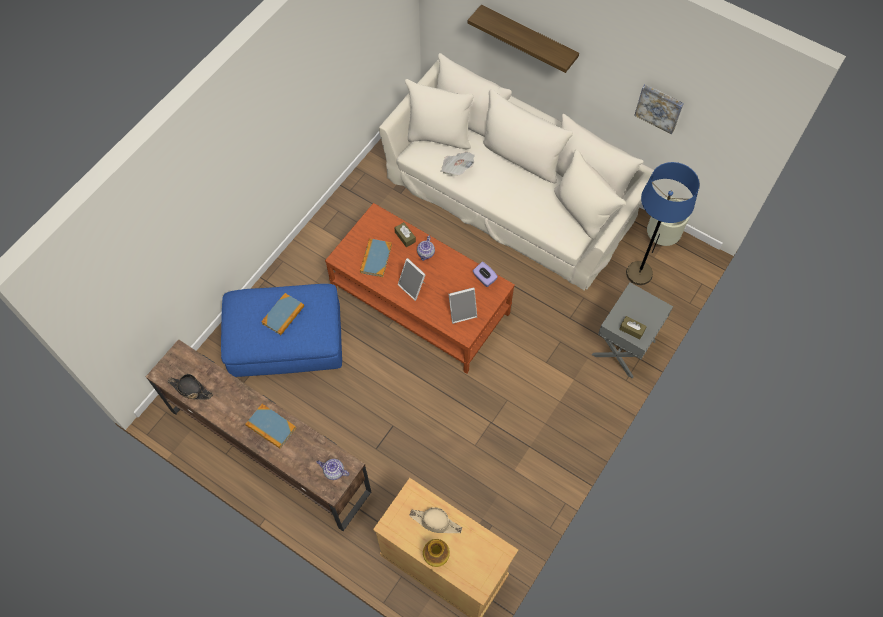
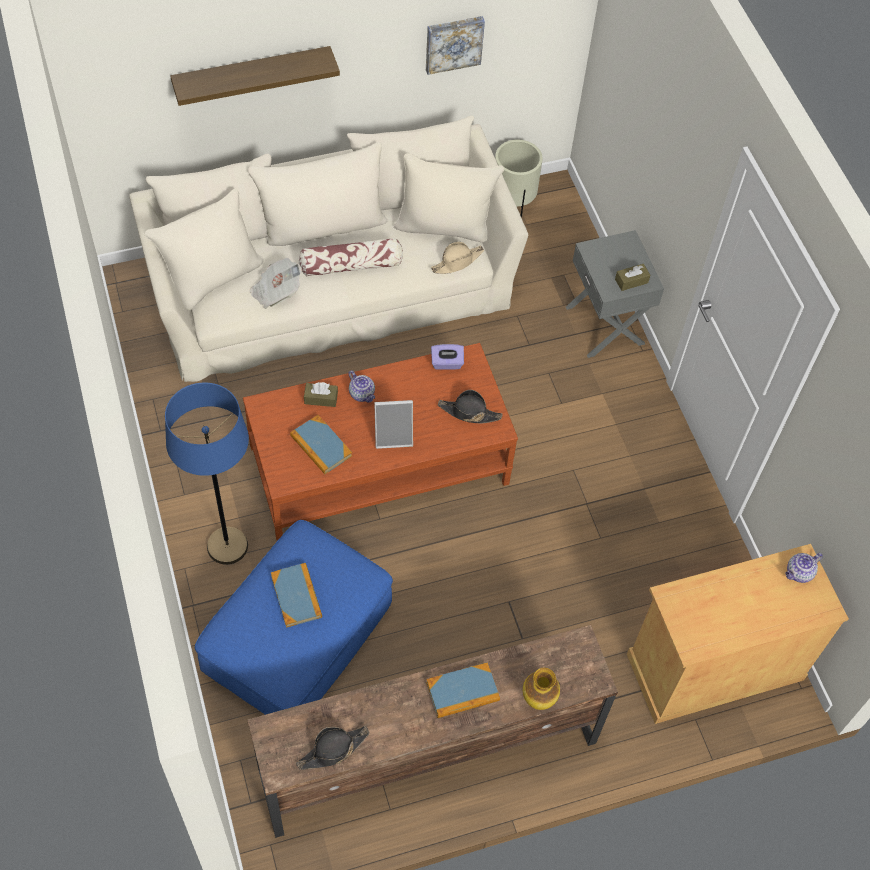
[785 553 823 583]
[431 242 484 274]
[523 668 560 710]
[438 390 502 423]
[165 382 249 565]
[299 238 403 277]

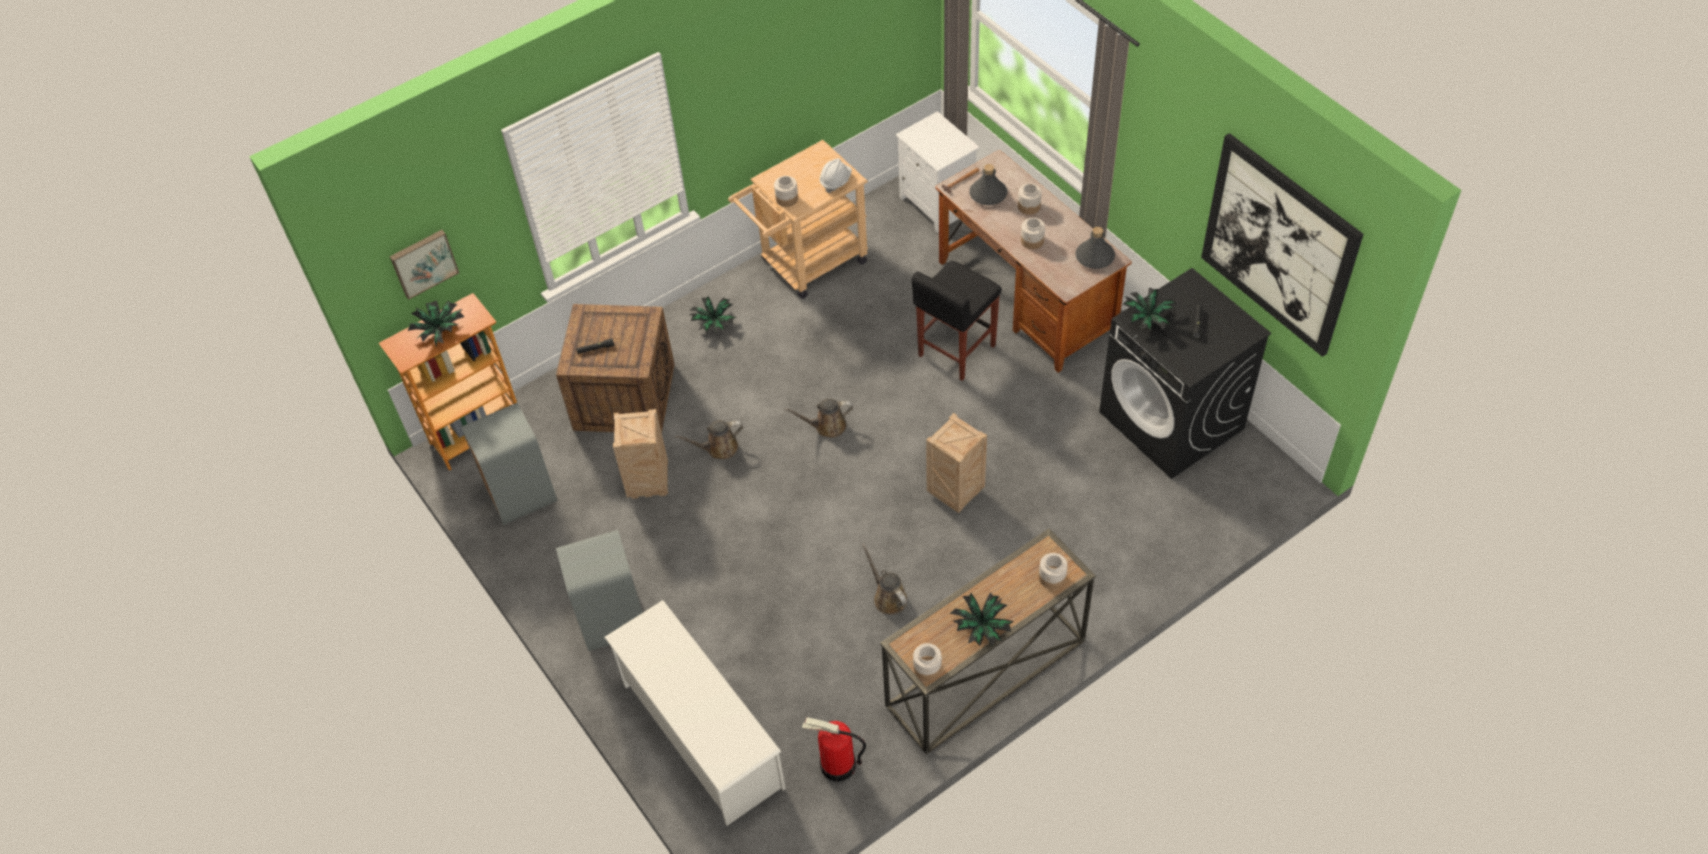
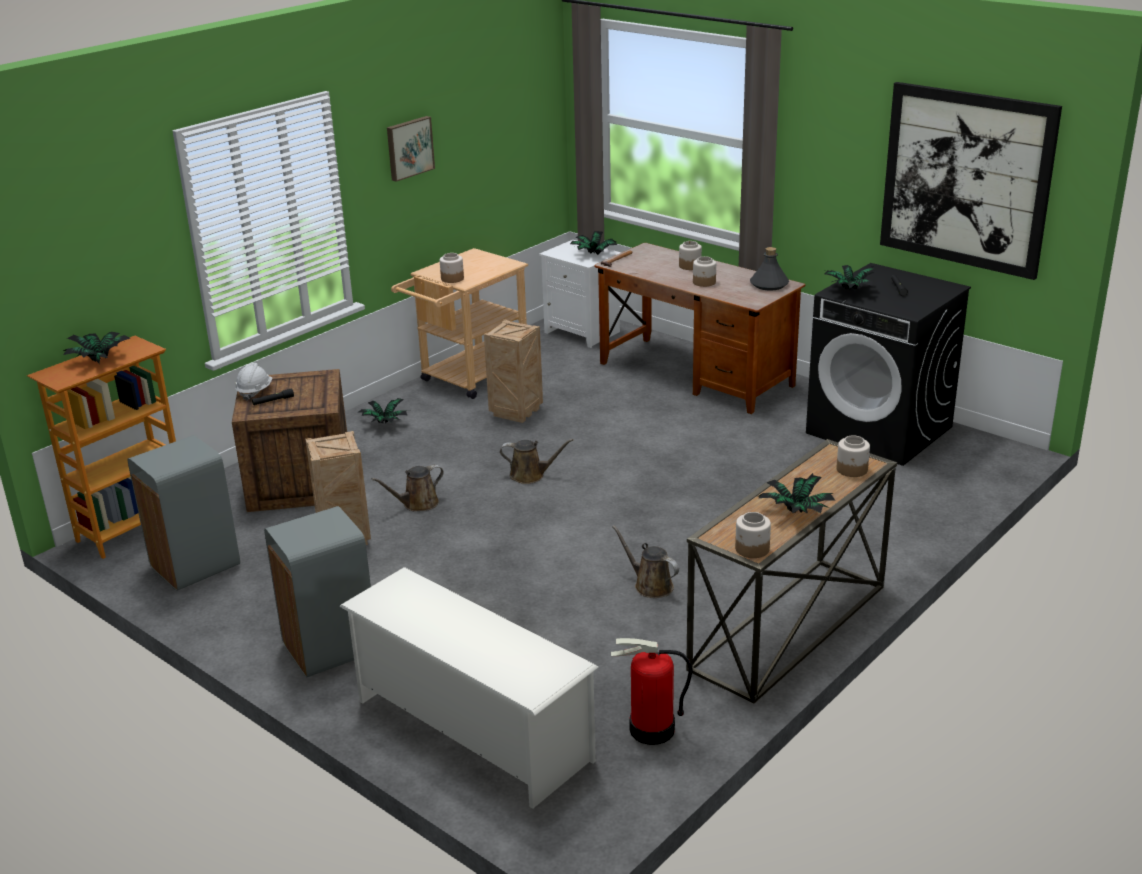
[387 116 435 182]
[500 439 573 484]
[235 363 272 400]
[912 261 1002 381] (first image)
[484 320 543 423]
[969 164 1007 205] (first image)
[570 231 617 255]

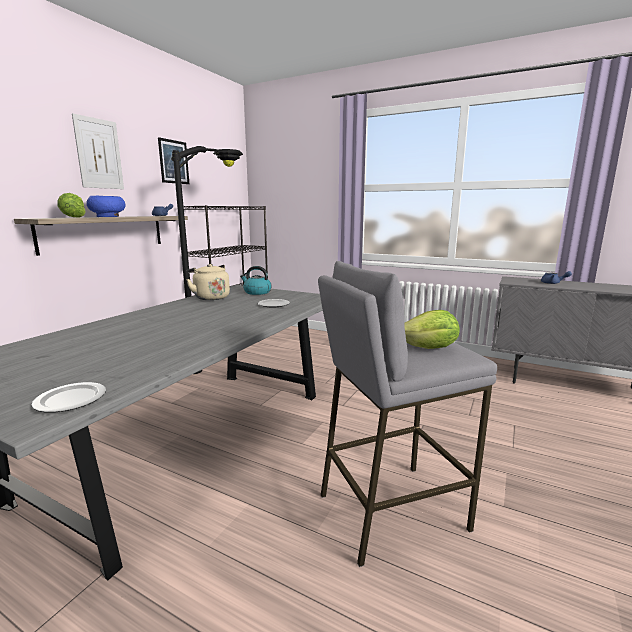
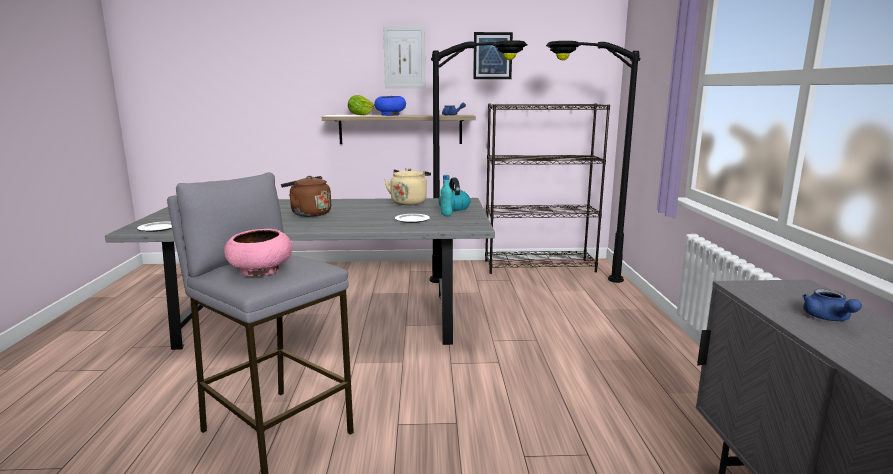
[224 229 292 277]
[281 176 331 217]
[440 175 452 217]
[546 41 640 283]

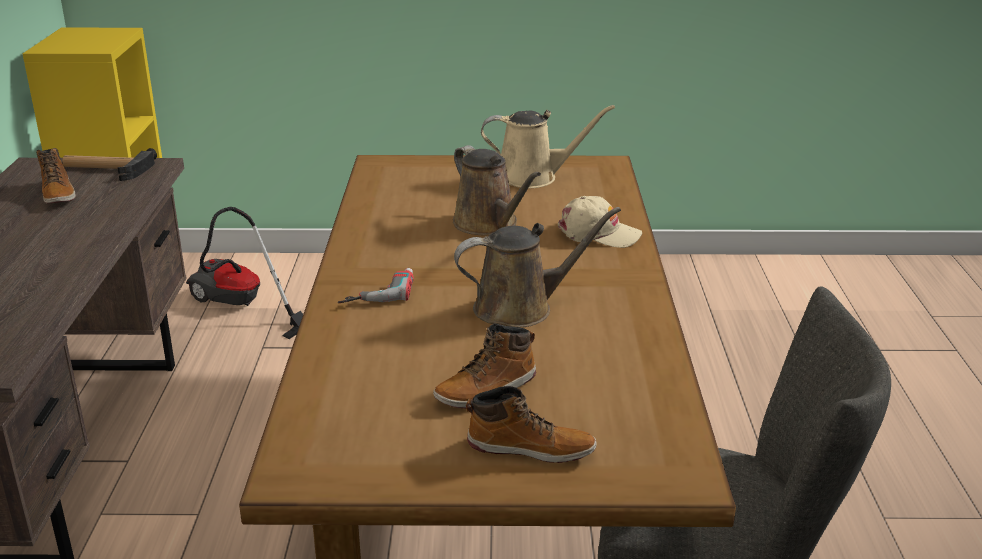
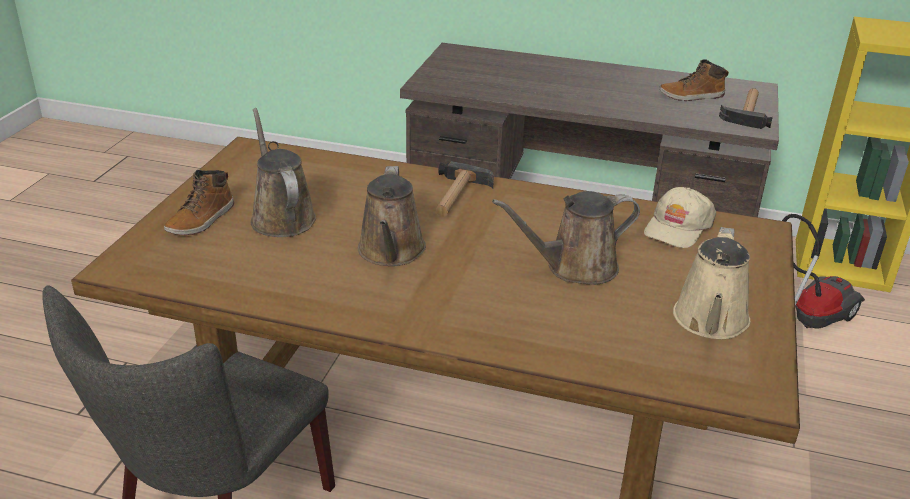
[436 161 494 217]
[251 108 316 237]
[644 187 716 248]

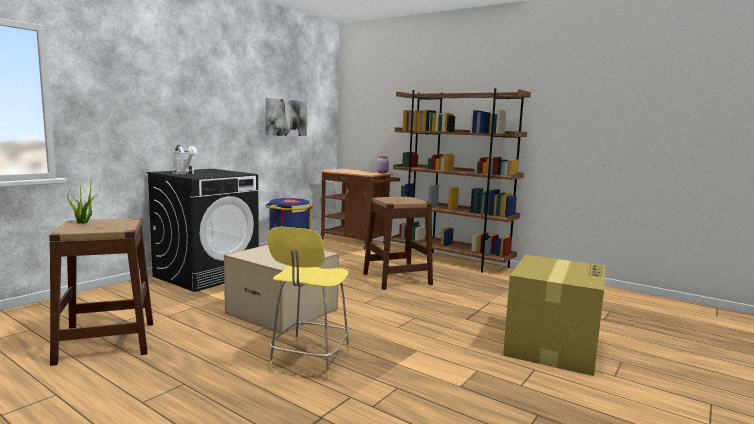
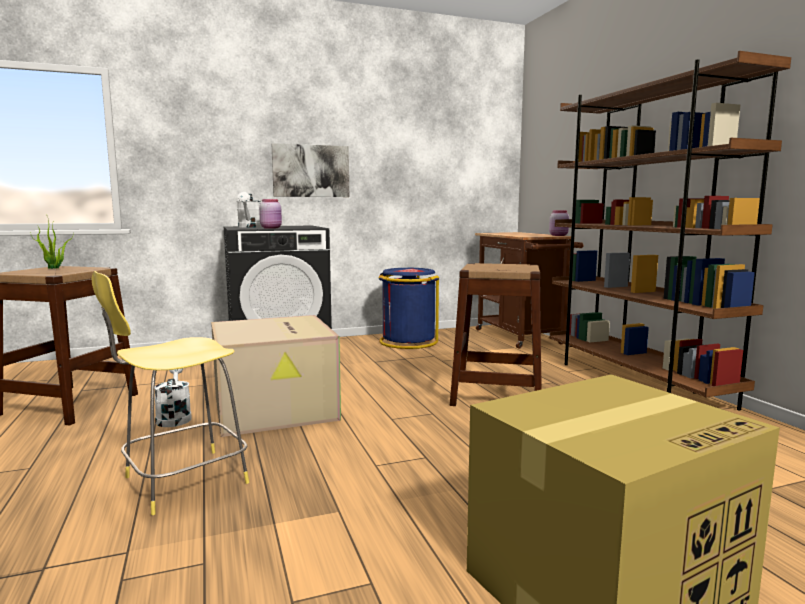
[272 143 349 197]
[155 368 192 427]
[259 199 282 229]

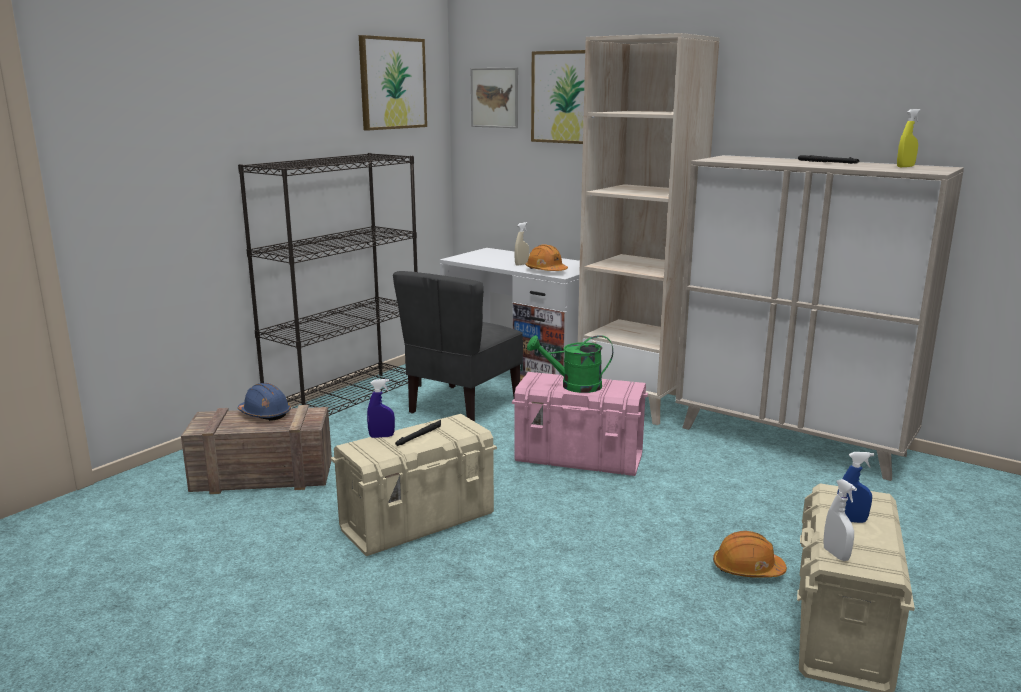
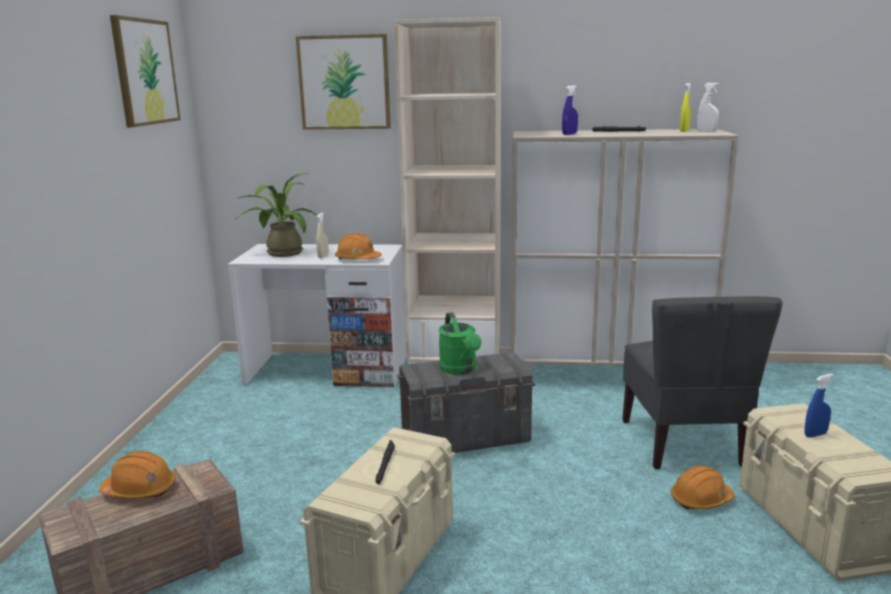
[238 153 422 416] (first image)
[99 451 176 499]
[562 85 578 135]
[622 296 783 470]
[471 67 518 128] (first image)
[397 352 535 453]
[438 312 481 375]
[697 83 719 132]
[234 173 325 257]

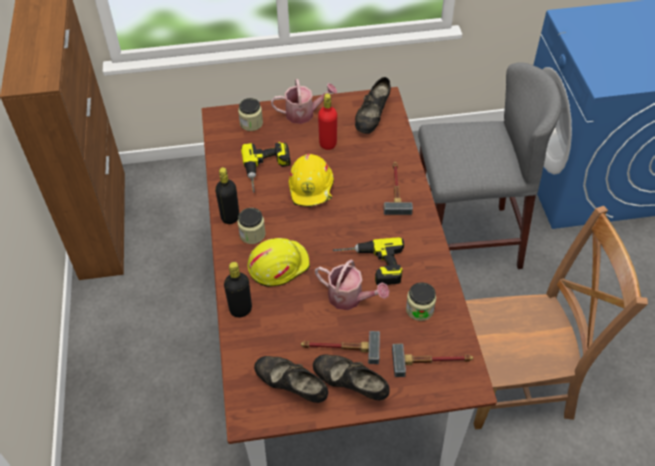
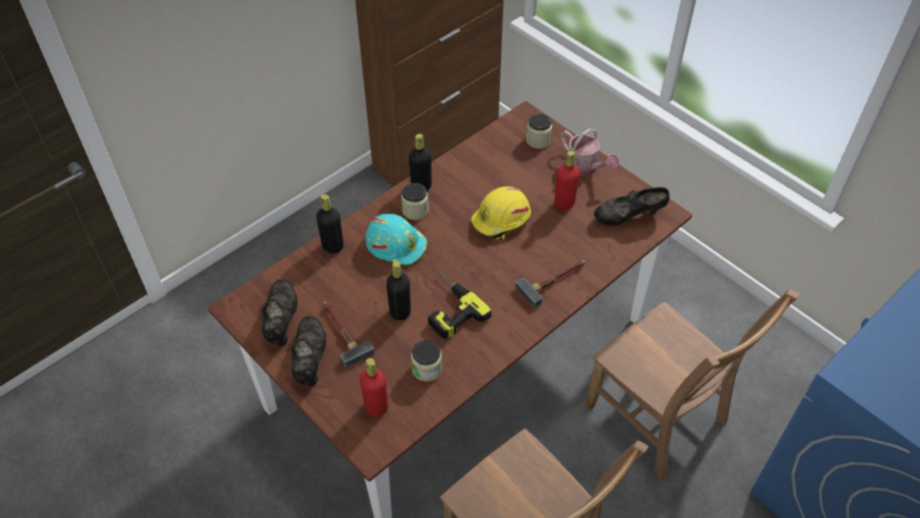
[241 142 291 193] (first image)
[365 214 427 267]
[386 261 411 320]
[360 358 388 417]
[585 289 800 480]

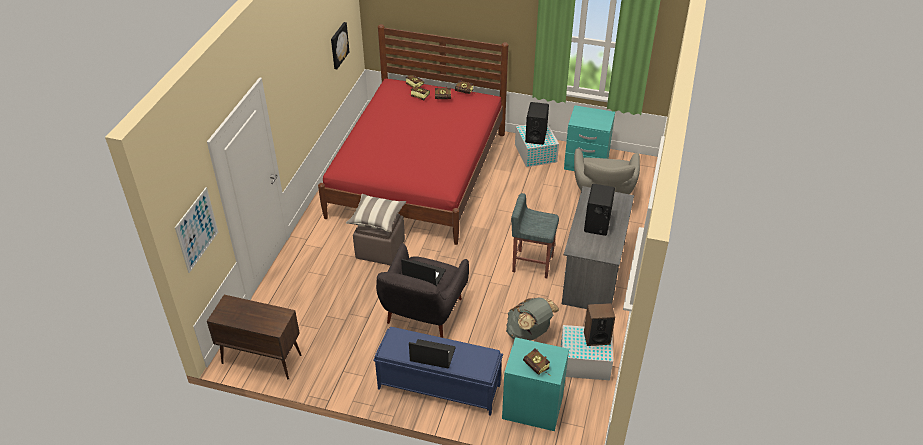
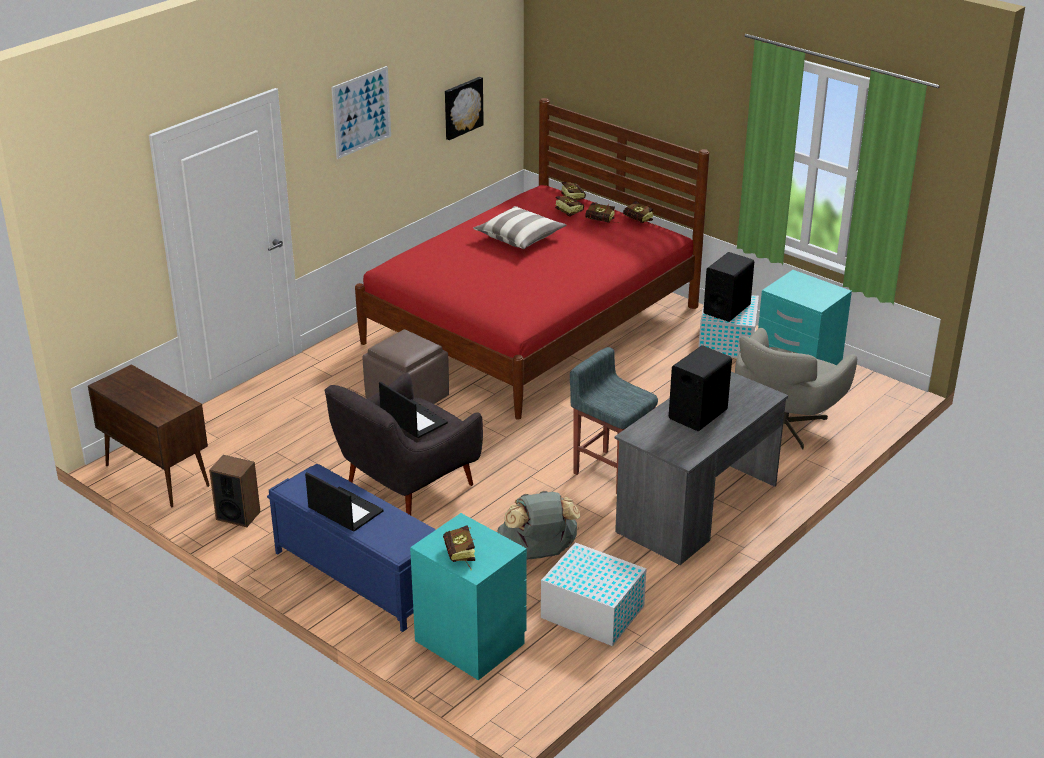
[331 66 391 159]
[473 206 566 249]
[209 455 260 527]

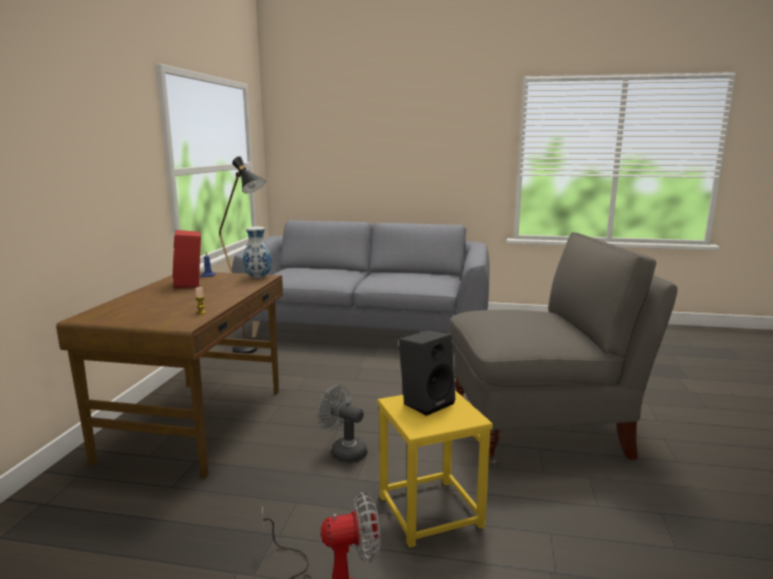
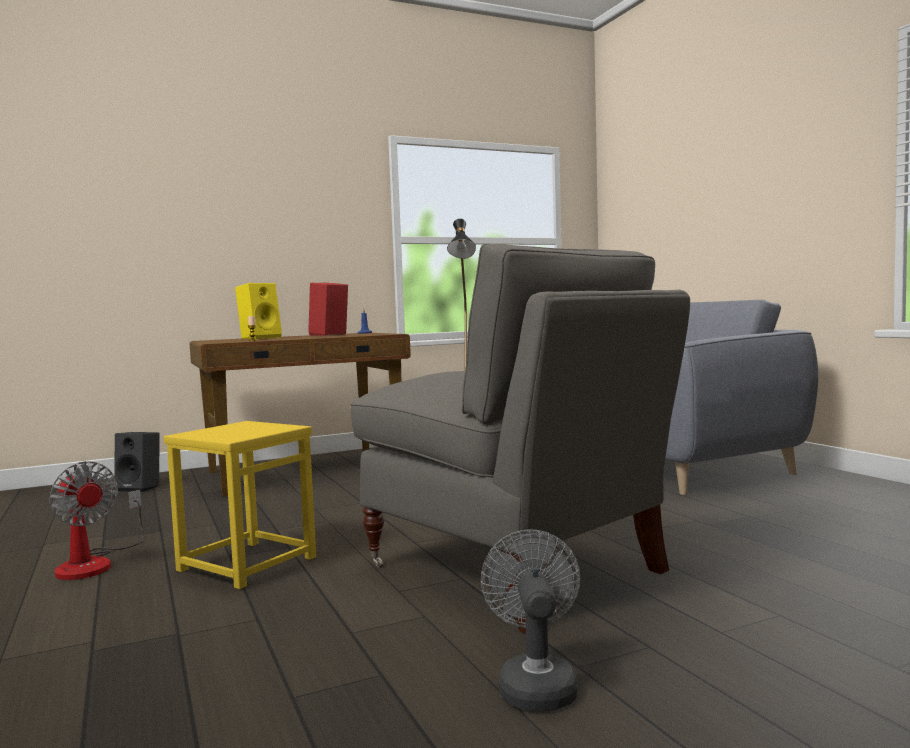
[243 227 272 278] (first image)
[481 529 580 711]
[114 432 160 492]
[235 283 282 339]

